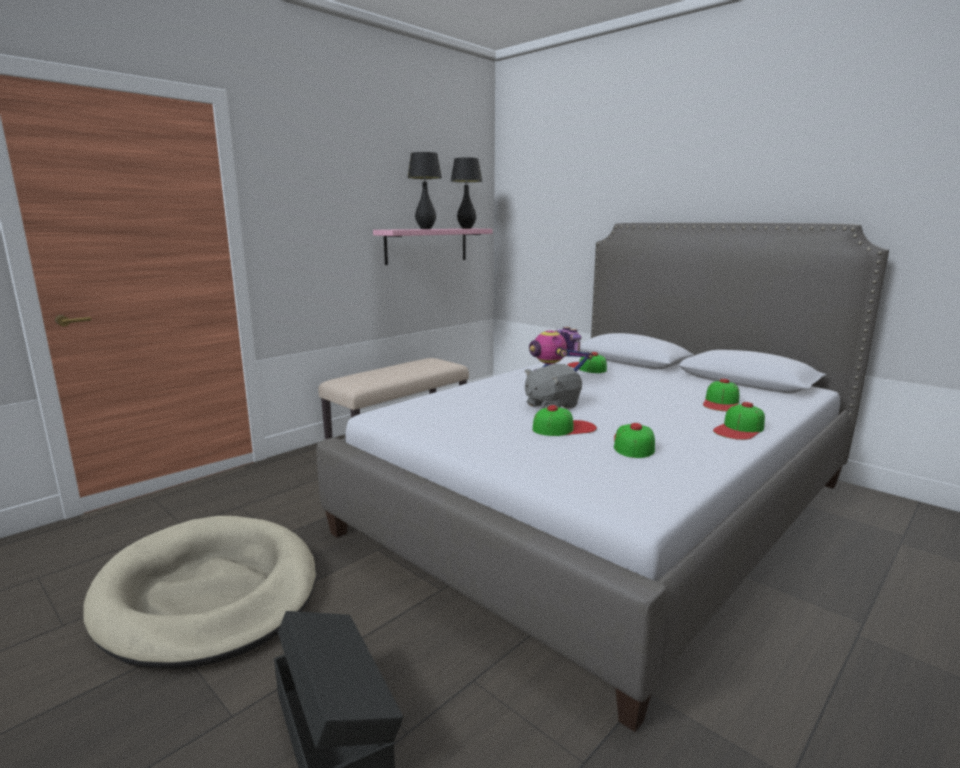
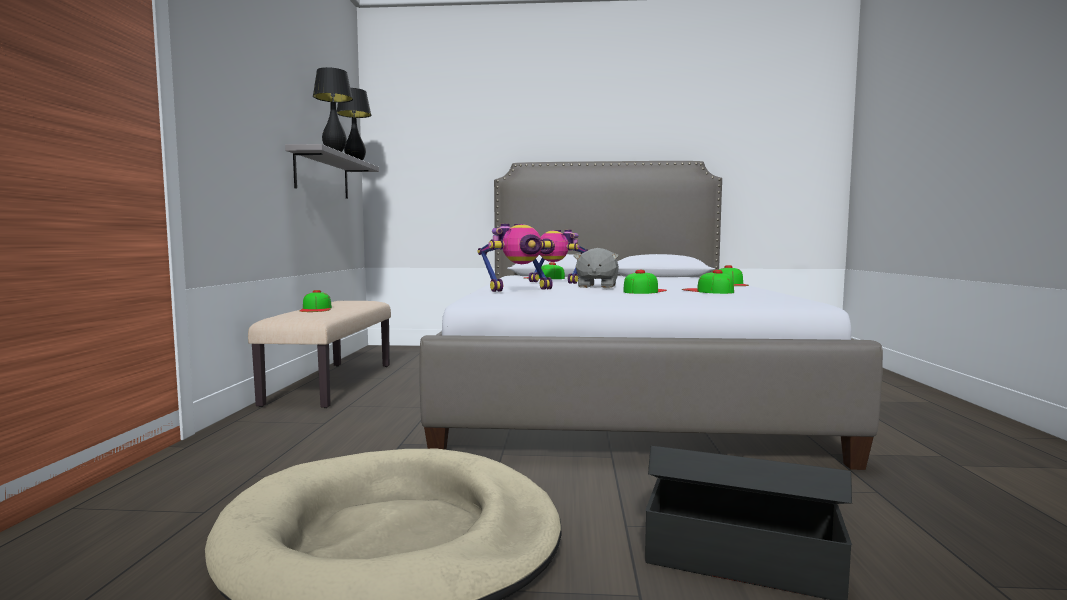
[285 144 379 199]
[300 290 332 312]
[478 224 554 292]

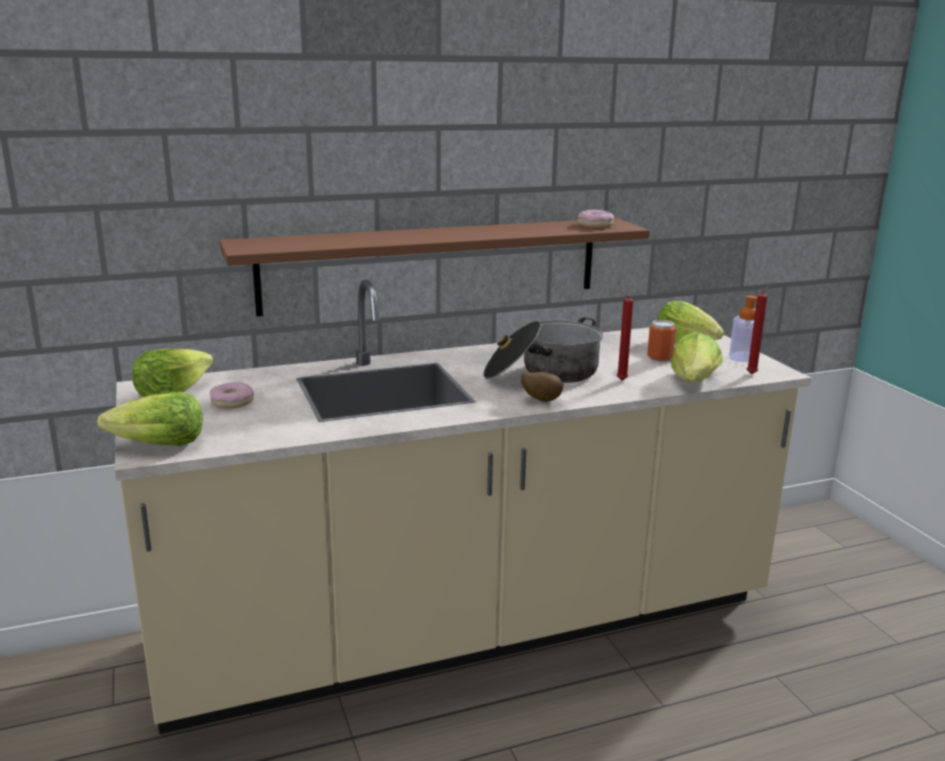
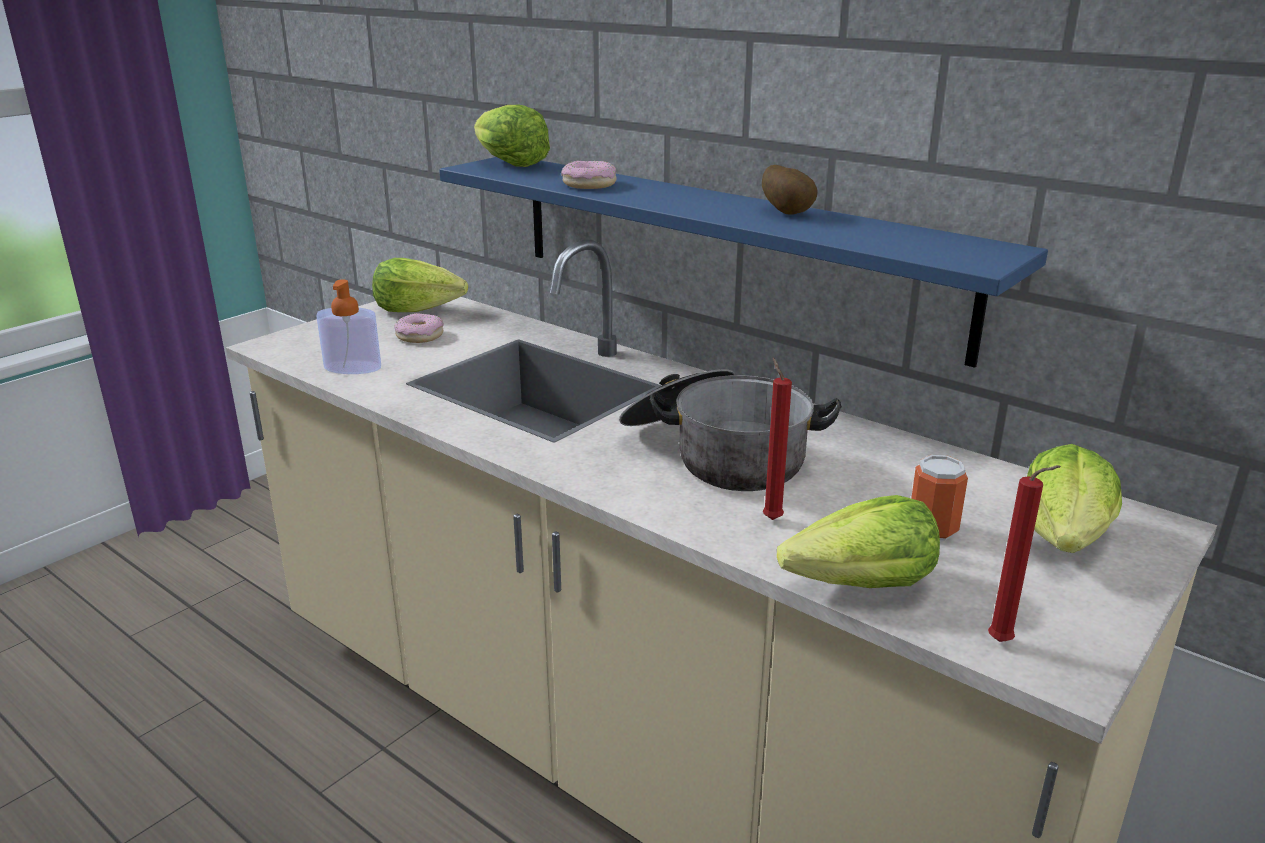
[474 105 550 167]
[439 157 1048 368]
[762 165 818 215]
[561 161 617 189]
[316 280 381 374]

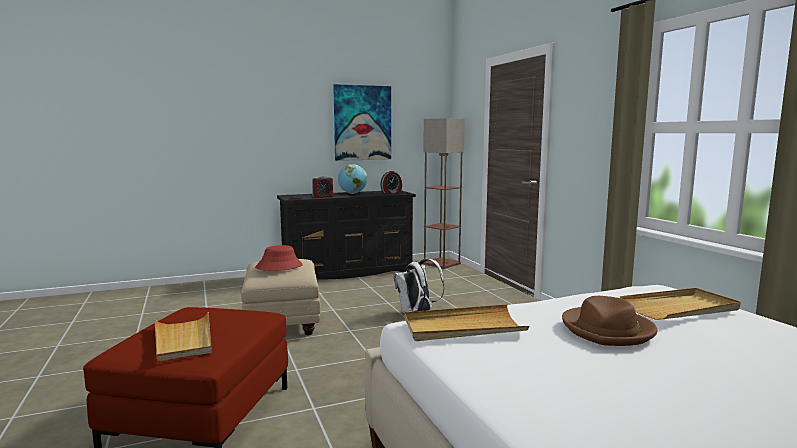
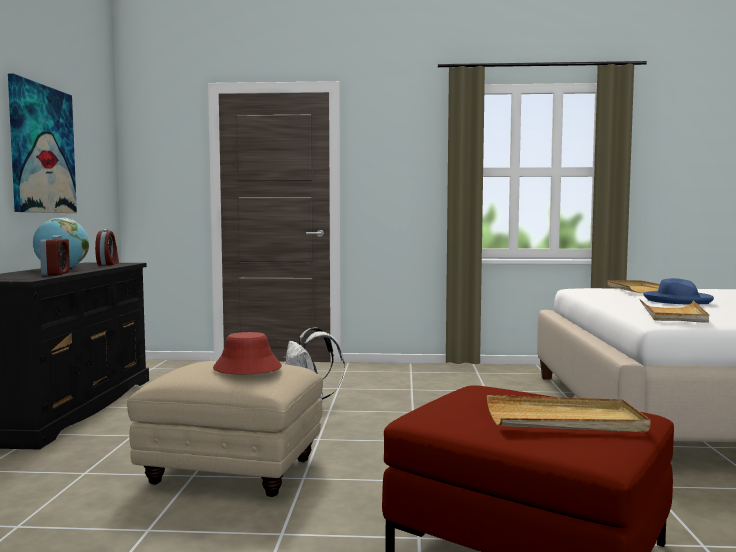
[423 118 465 269] (first image)
[643 278 714 304]

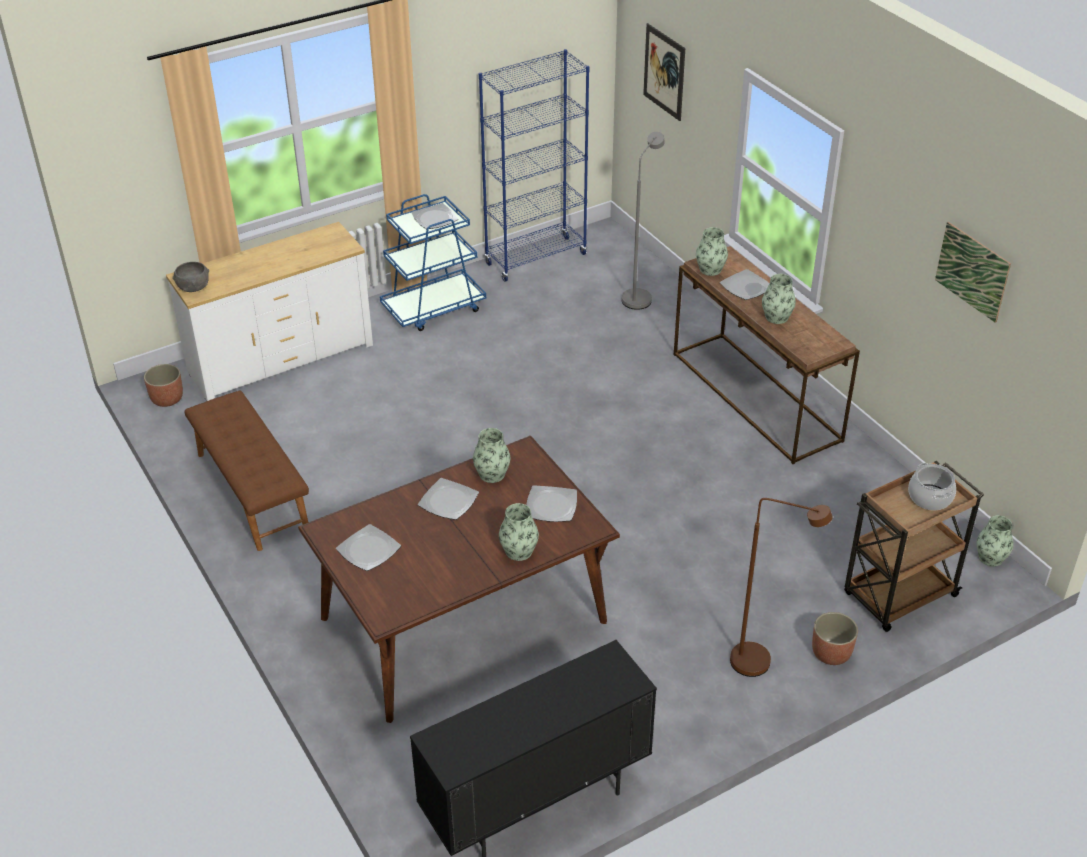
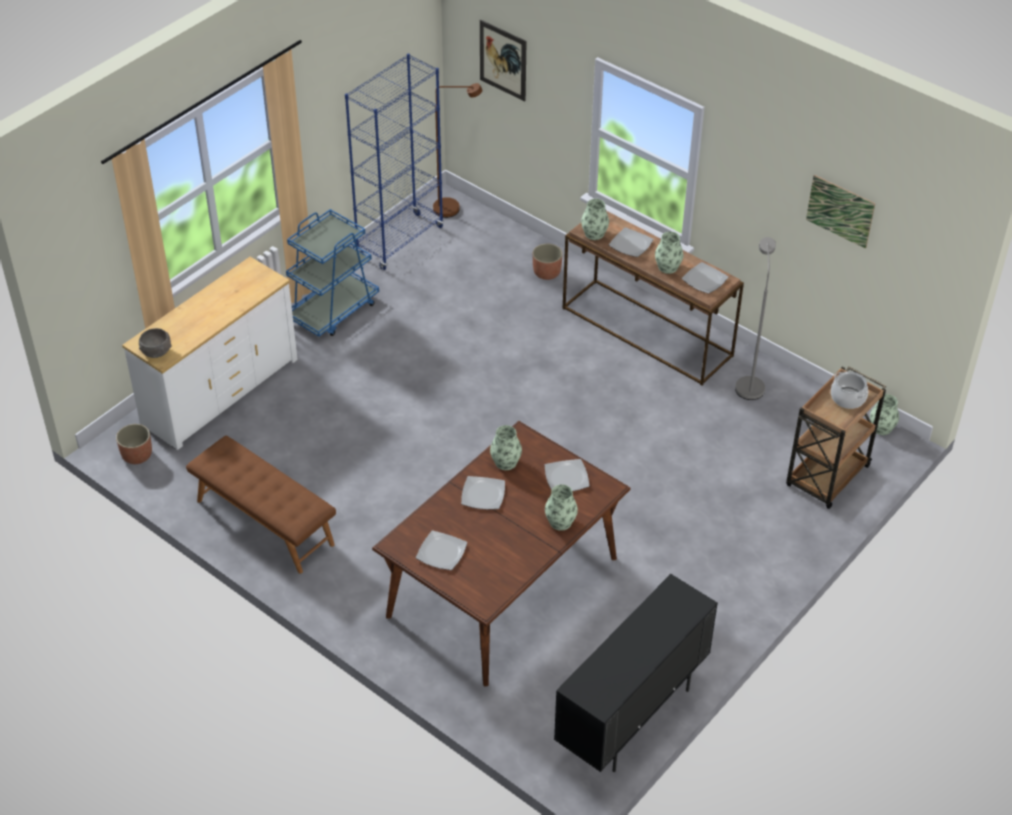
[682 262 728 294]
[735 237 776 400]
[433 83 482 218]
[533 244 563 280]

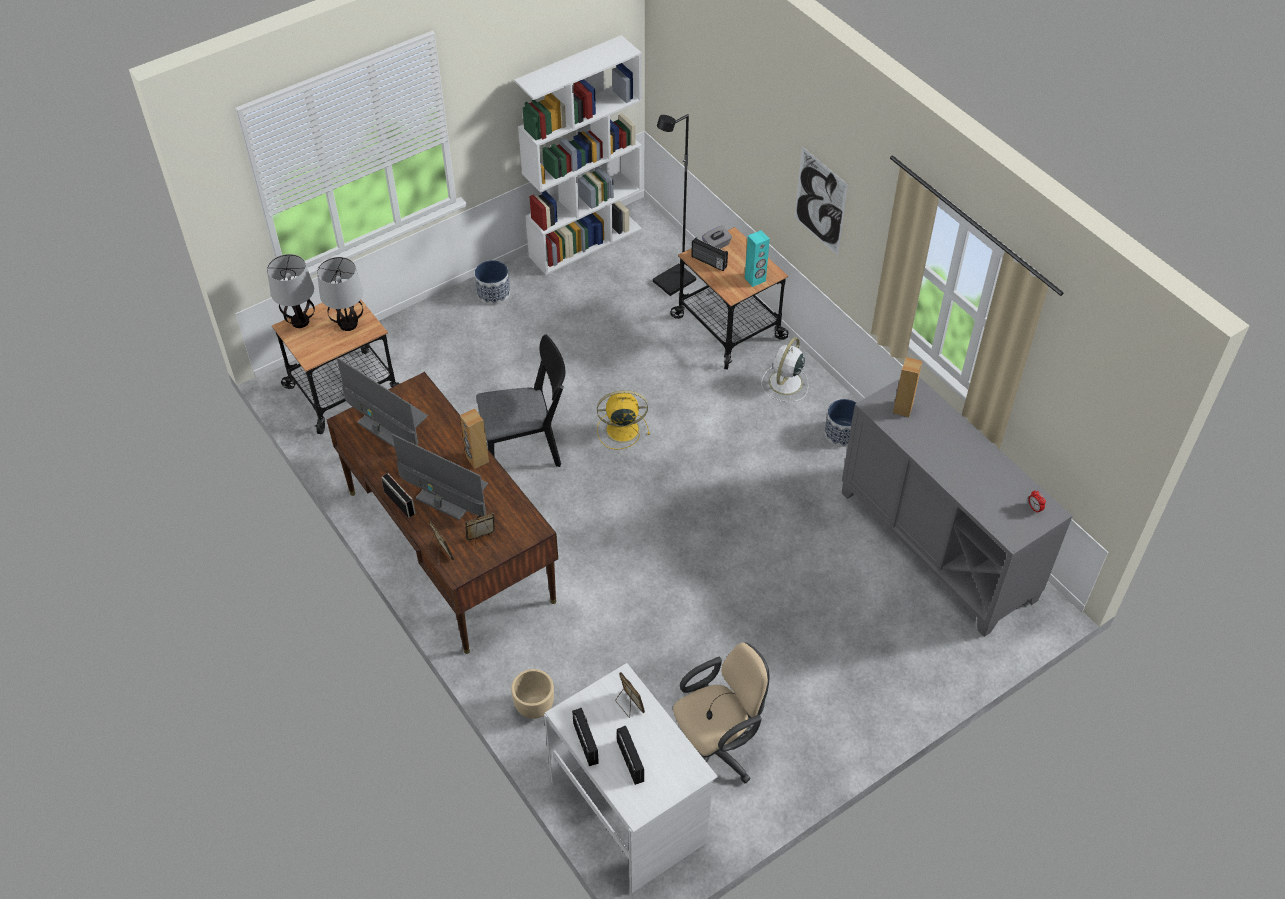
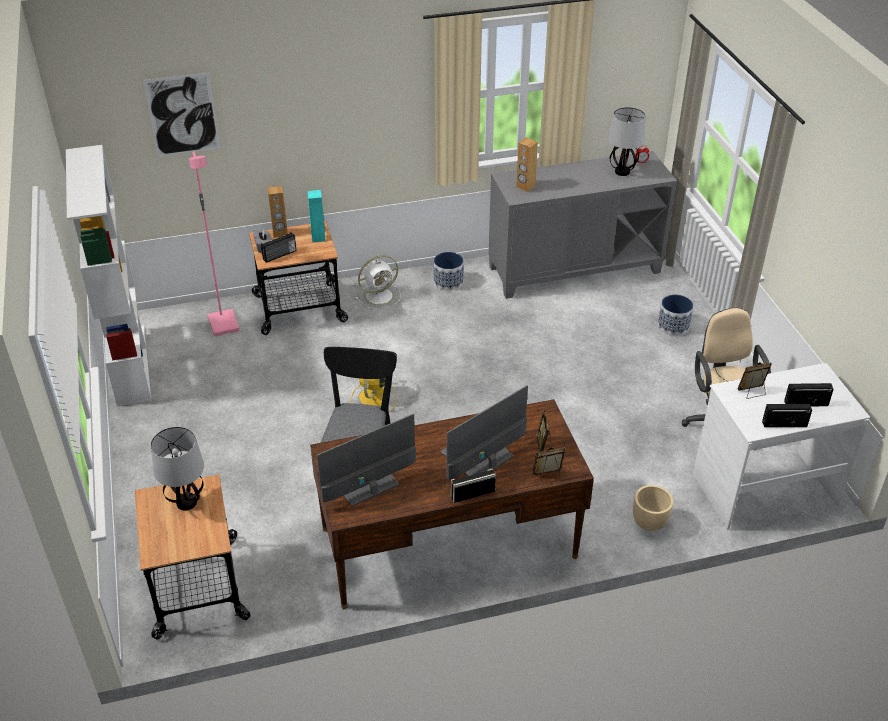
[608 107 646 176]
[267 186 288 238]
[658 295 693 335]
[189 151 240 336]
[356 255 401 309]
[143 72 220 156]

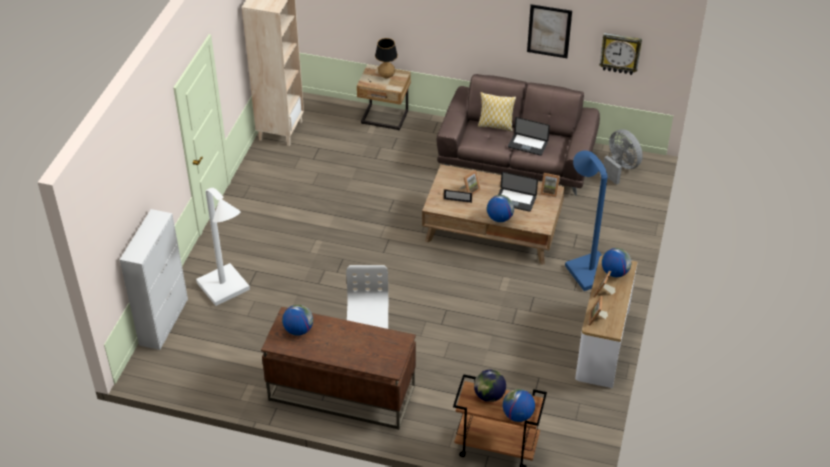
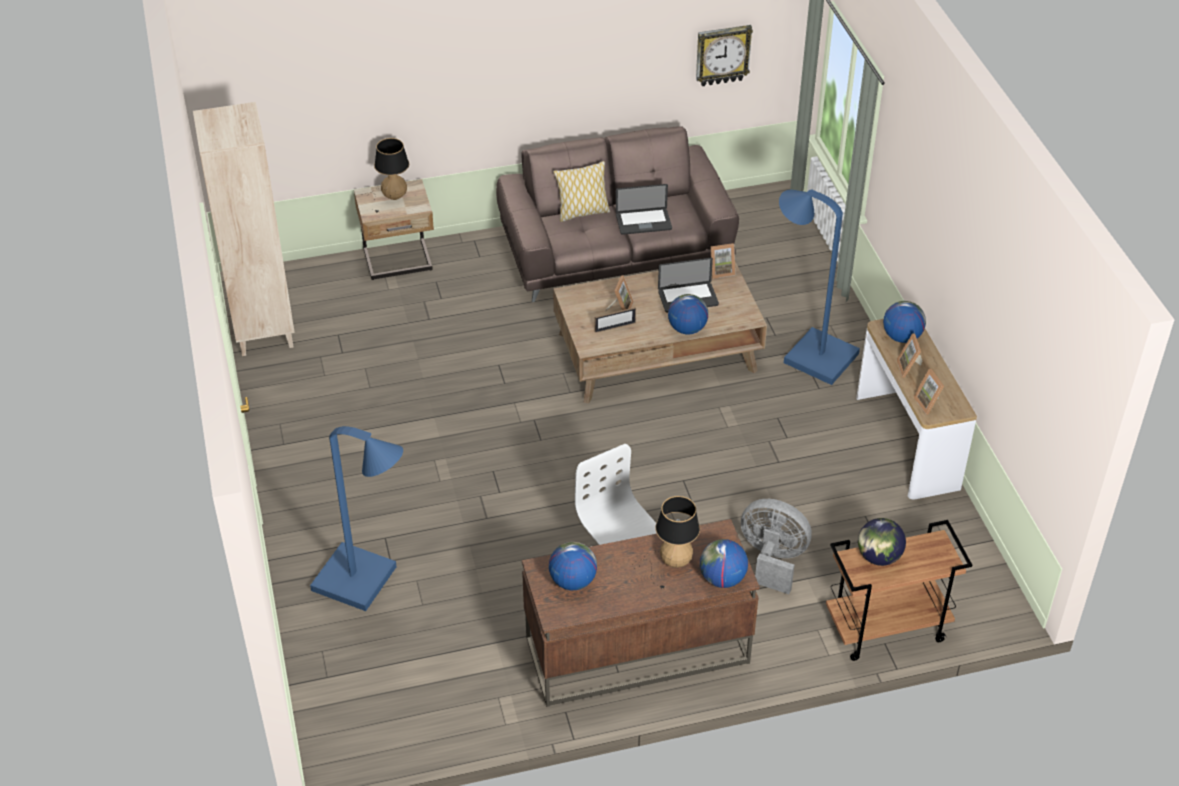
[120 209 188 350] (first image)
[310 426 403 611]
[700 539 748 588]
[527 4 572 58] (first image)
[741 499 812 594]
[632 496 700 589]

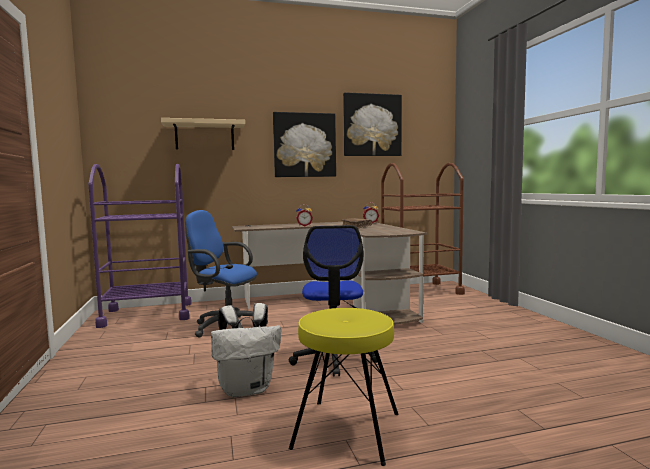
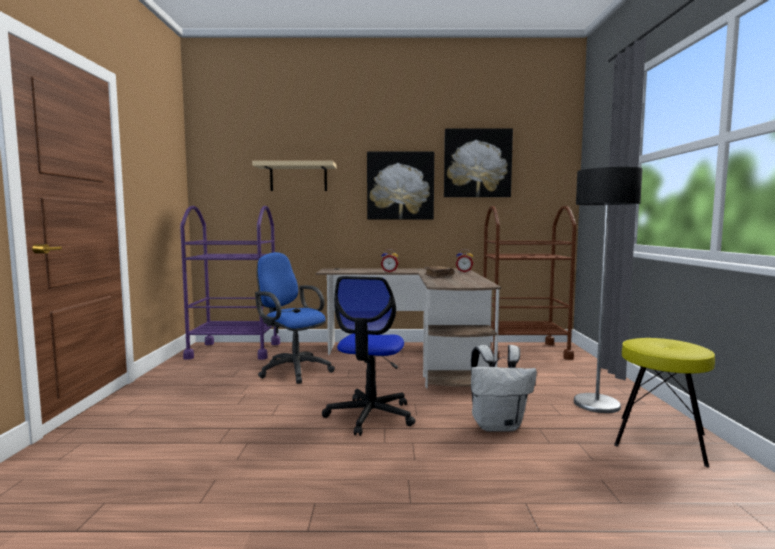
[471 345 537 432]
[614 338 715 467]
[574 167 643 413]

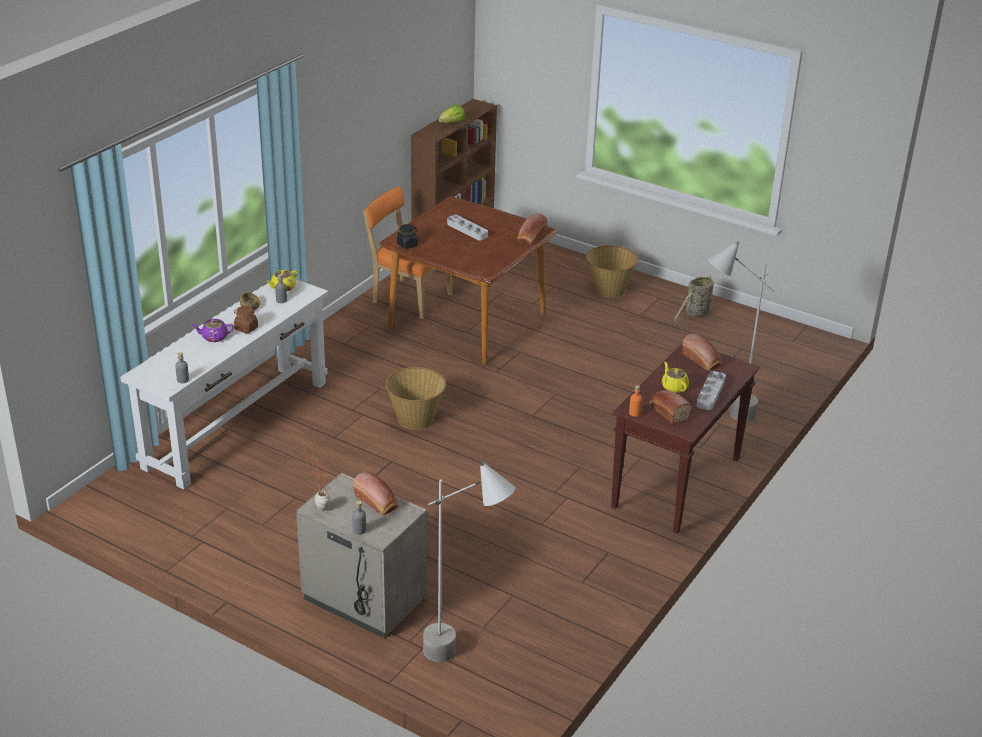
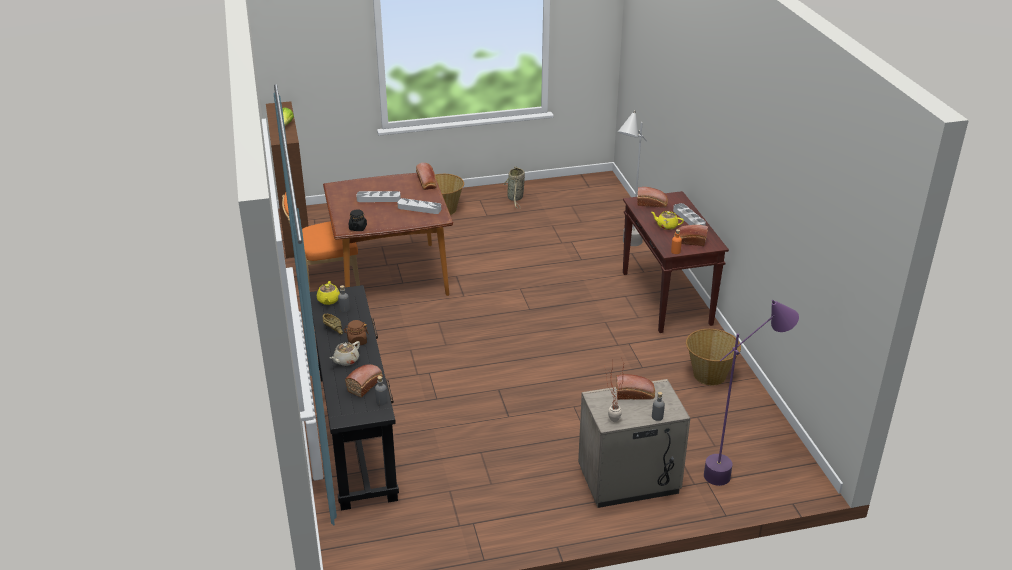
[310 285 399 510]
[330 341 360 366]
[686 329 741 385]
[704 300 799 486]
[345 364 383 397]
[397 198 441 214]

